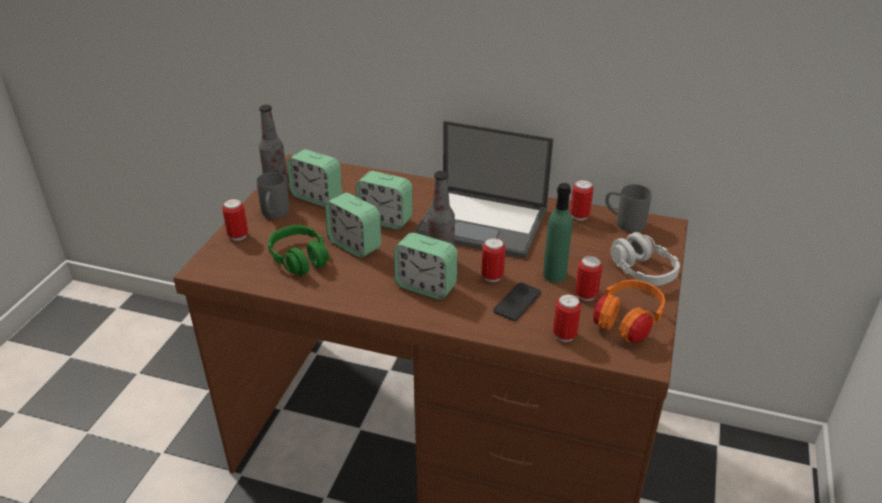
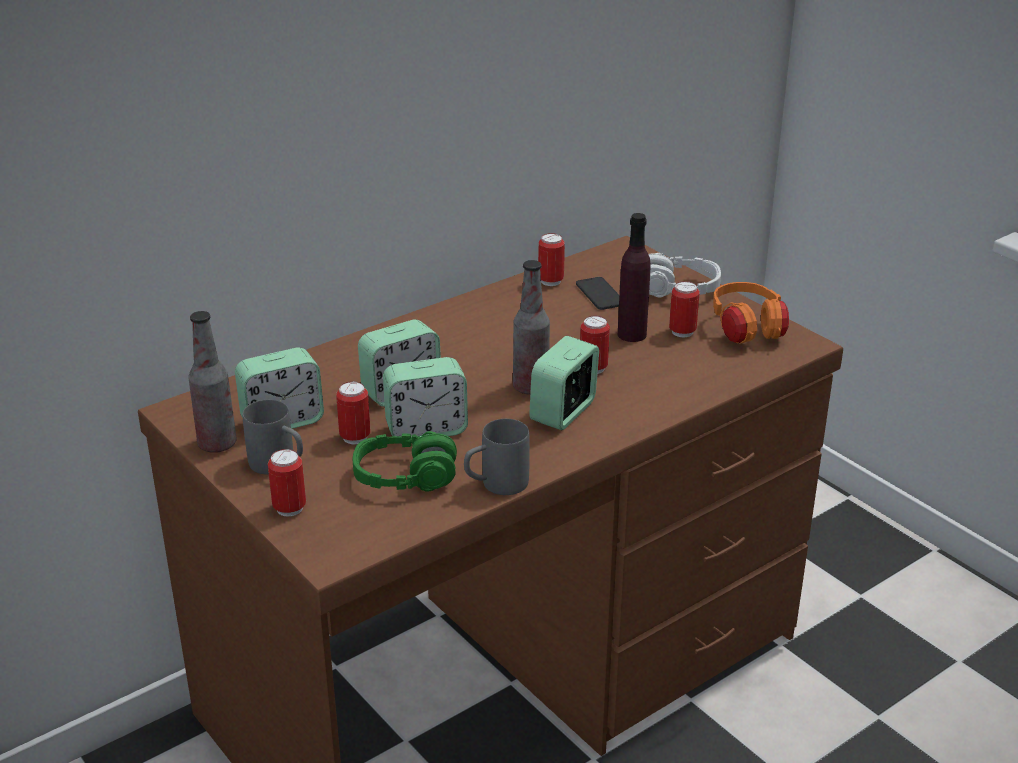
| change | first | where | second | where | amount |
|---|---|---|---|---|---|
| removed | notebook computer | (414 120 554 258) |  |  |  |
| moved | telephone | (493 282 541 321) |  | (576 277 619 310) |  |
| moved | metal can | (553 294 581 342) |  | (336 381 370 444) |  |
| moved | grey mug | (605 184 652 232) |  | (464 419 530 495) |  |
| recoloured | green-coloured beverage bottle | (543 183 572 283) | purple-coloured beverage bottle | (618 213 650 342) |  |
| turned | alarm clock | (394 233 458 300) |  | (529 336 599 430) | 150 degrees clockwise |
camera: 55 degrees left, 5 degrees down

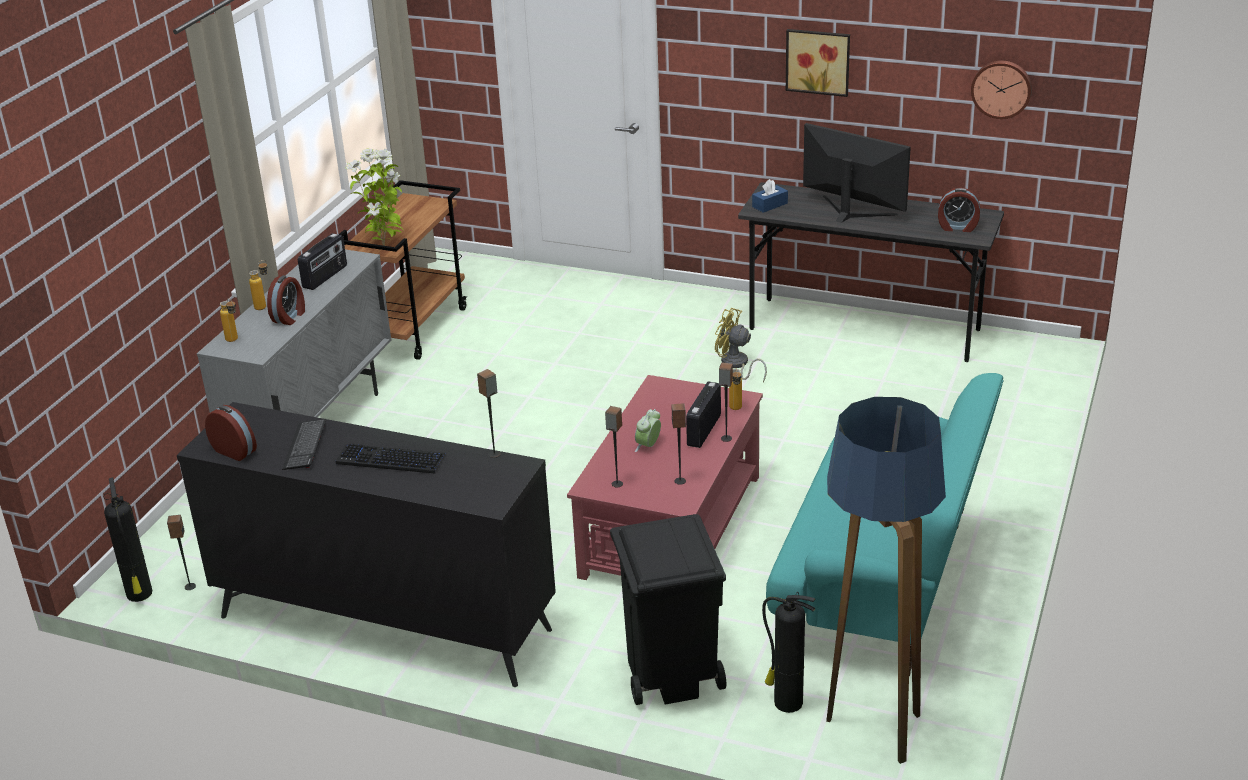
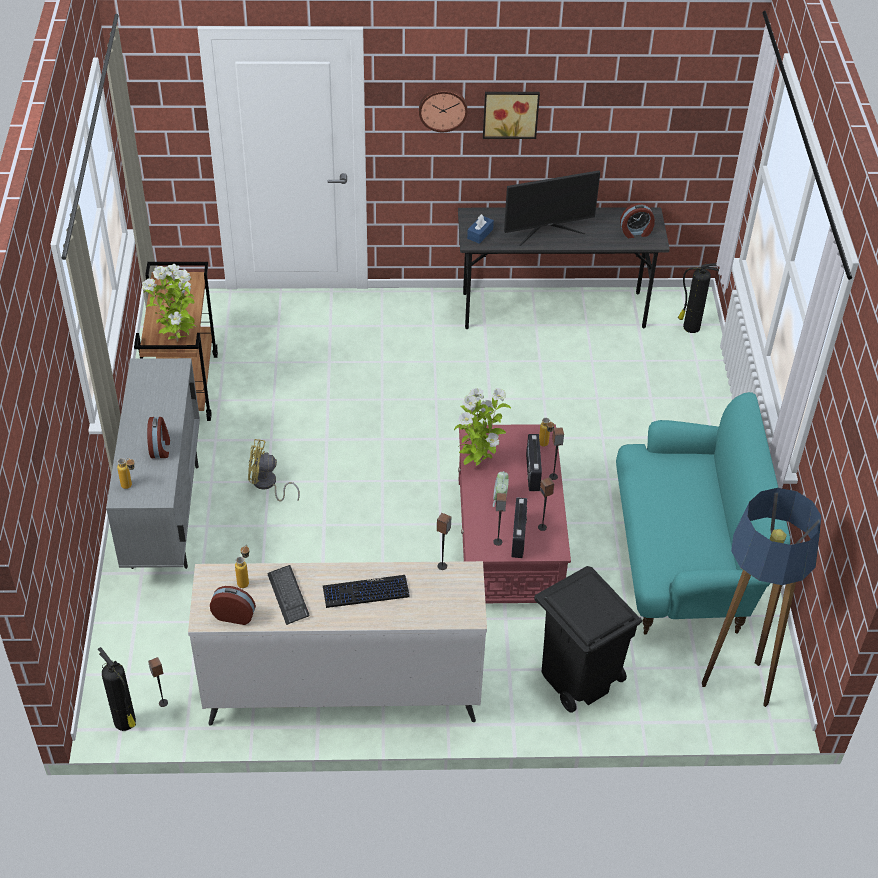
| change | first | where | second | where | amount |
|---|---|---|---|---|---|
| added |  |  | houseplant | (454 388 511 466) |  |
| moved | beverage bottle | (249 260 268 310) |  | (235 545 249 588) |  |
| moved | radio receiver | (298 233 347 290) |  | (511 497 527 558) |  |
| moved | yellowish cooling fan | (715 308 767 383) |  | (248 439 300 502) |  |
| moved | fire-fighting cylinder | (762 592 815 713) |  | (678 263 719 333) |  |
| moved | wall clock | (971 61 1032 119) |  | (419 88 468 132) |  |
| recoloured | blackish dresser | (177 402 556 687) | beige-coloured dresser | (188 561 487 726) |  |
| turned | monitor | (803 123 911 223) |  | (504 170 600 246) | 150 degrees clockwise |
camera: 25 degrees left, 15 degrees up

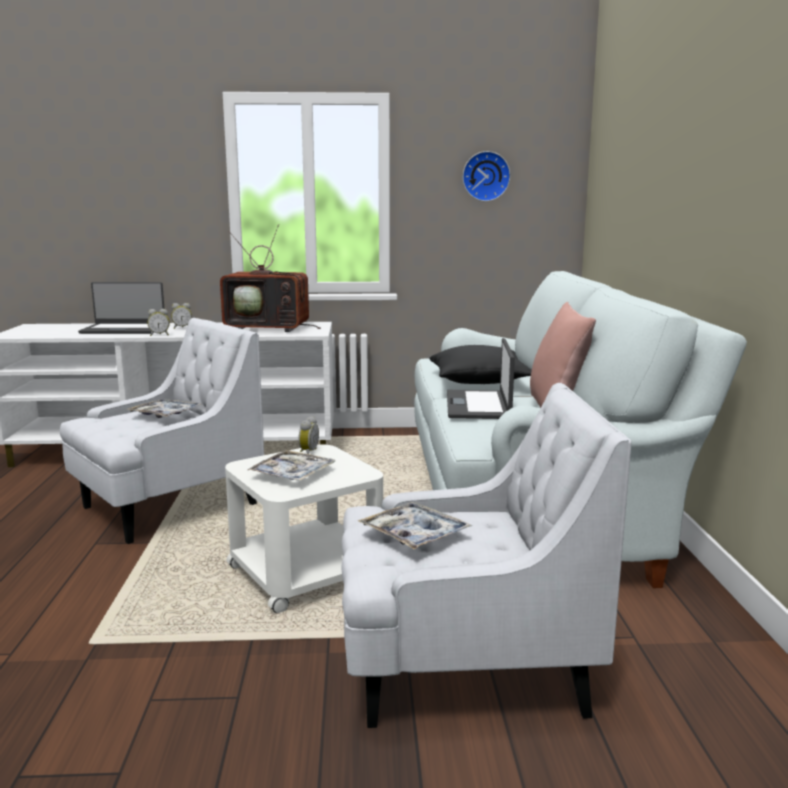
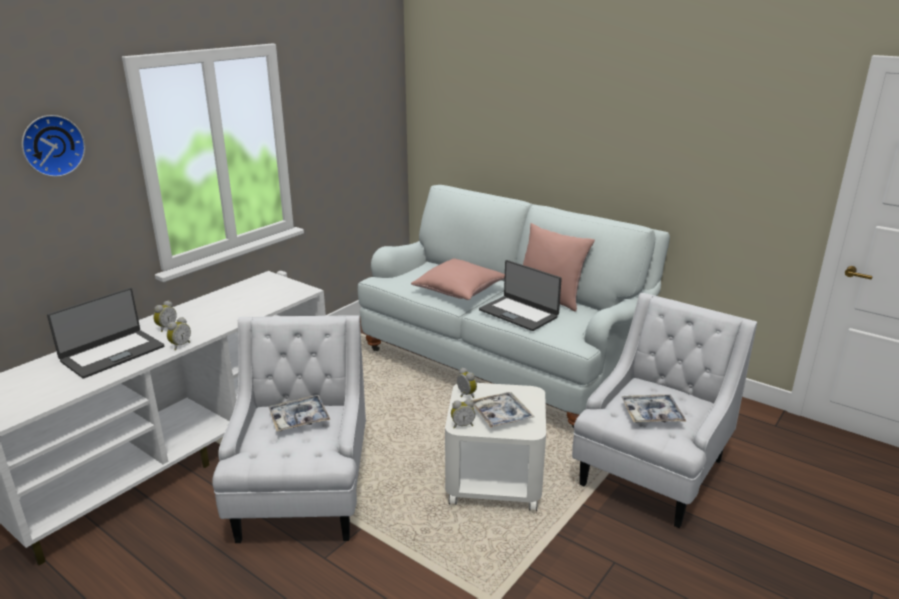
| change | first | where | second | where | amount |
|---|---|---|---|---|---|
| removed | TV | (220 224 321 332) |  |  |  |
| added |  |  | alarm clock | (451 399 475 428) |  |
| moved | wall clock | (462 151 511 202) |  | (22 115 85 177) |  |
| recoloured | blackish pillow | (429 345 532 384) | pinkish pillow | (411 259 505 300) |  |
camera: 50 degrees left, 10 degrees up

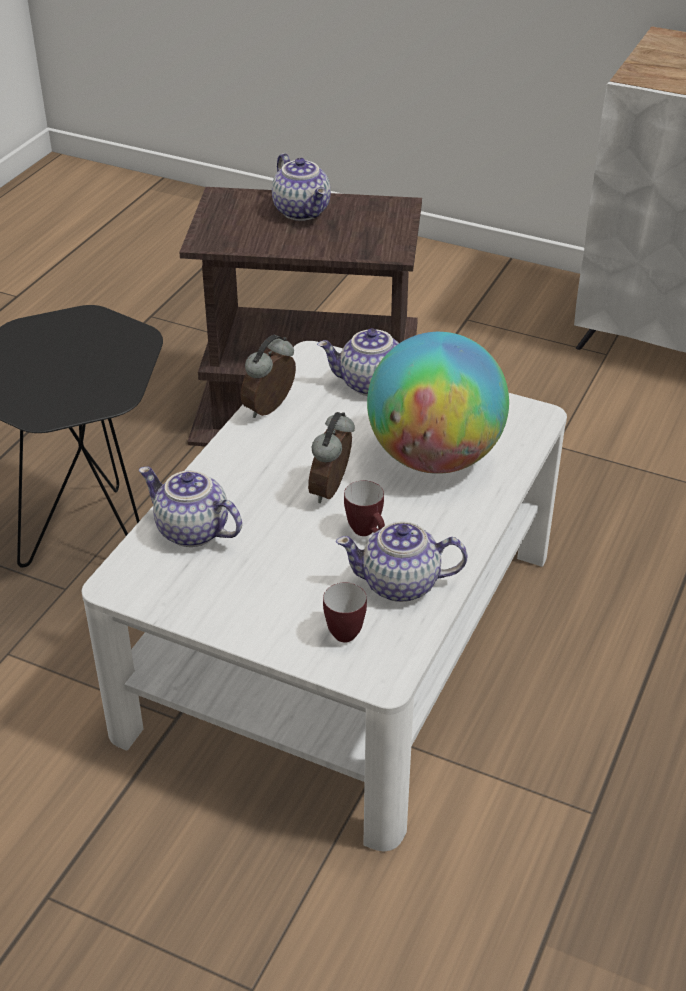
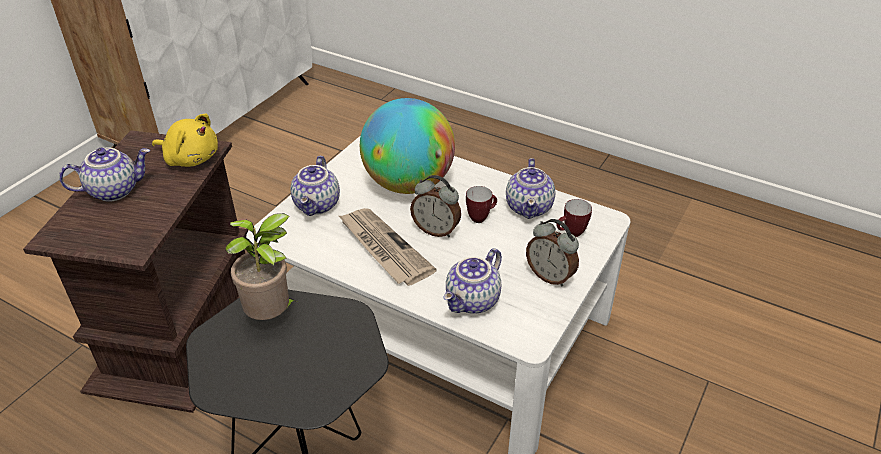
| change | first | where | second | where | amount |
|---|---|---|---|---|---|
| added |  |  | yellowish cuddly toy | (152 113 218 167) |  |
| added |  |  | houseplant | (225 213 299 320) |  |
| added |  |  | daily paper | (338 208 437 286) |  |
| moved | alarm clock | (240 335 296 418) |  | (526 219 579 287) |  |
camera: 85 degrees left, 0 degrees up

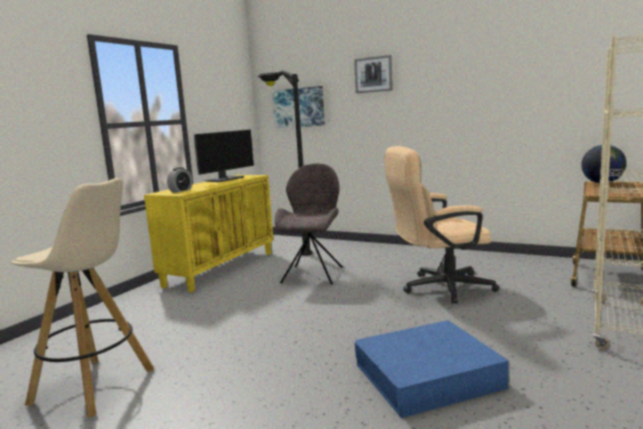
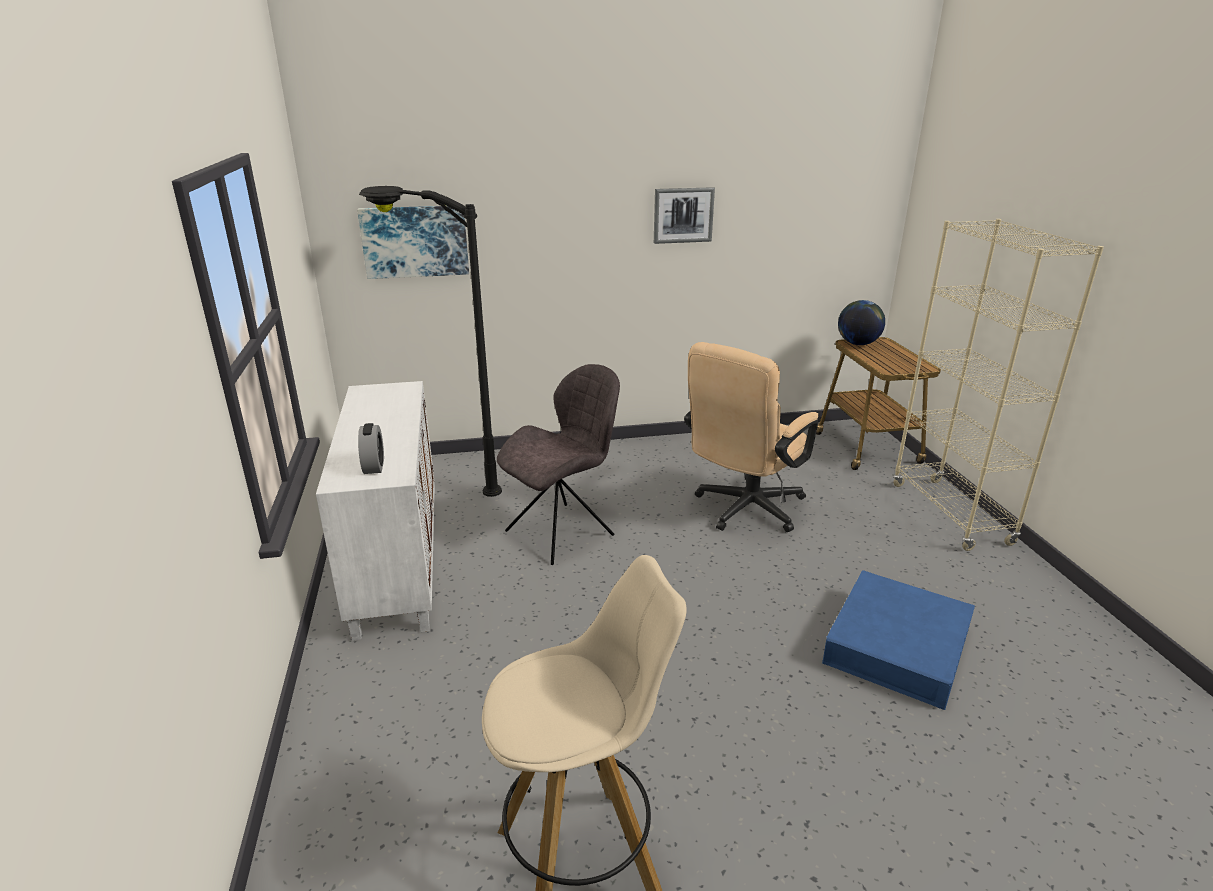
| change | first | where | second | where | amount |
|---|---|---|---|---|---|
| removed | monitor | (194 129 254 182) |  |  |  |
| moved | wall art | (354 55 393 93) |  | (654 187 715 244) |  |
| recoloured | yellowish cupboard | (144 175 273 293) | whitish cupboard | (316 381 435 641) |  |
| turned | grey upright chair | (275 164 343 285) |  | (497 364 620 565) | 75 degrees clockwise |
camera: 40 degrees left, 15 degrees up

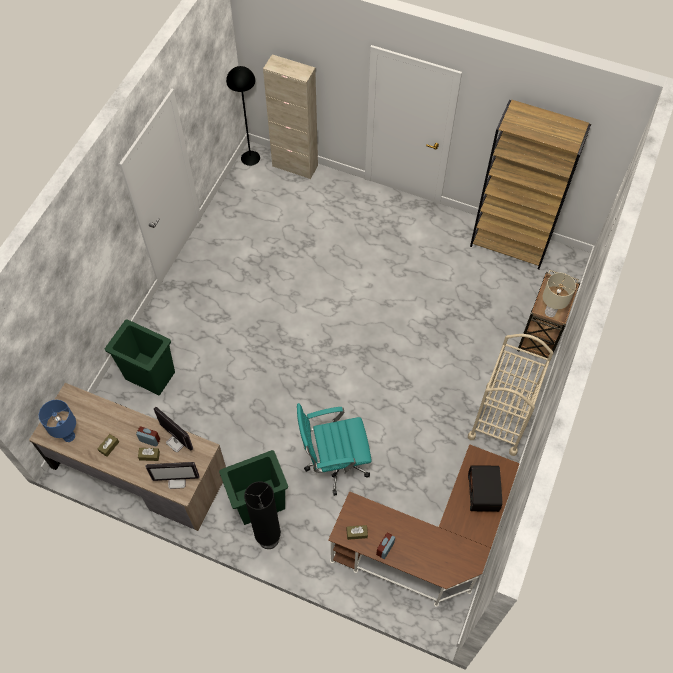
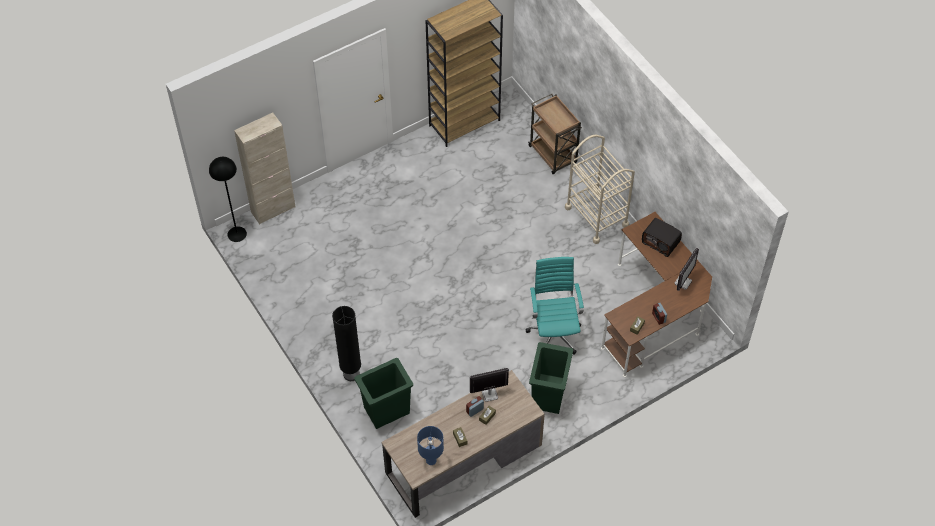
| change | first | where | second | where | amount |
|---|---|---|---|---|---|
| removed | beige-coloured lamp for a table | (543 273 576 317) |  |  |  |
| moved | monitor | (146 462 199 489) |  | (675 248 699 291) |  |
| moved | blackish floor lamp | (244 481 281 549) |  | (332 306 361 381) |  |
| turned | turquoise-coloured office chair | (297 403 372 496) |  | (525 257 584 354) | 150 degrees clockwise |
camera: 55 degrees left, 5 degrees down

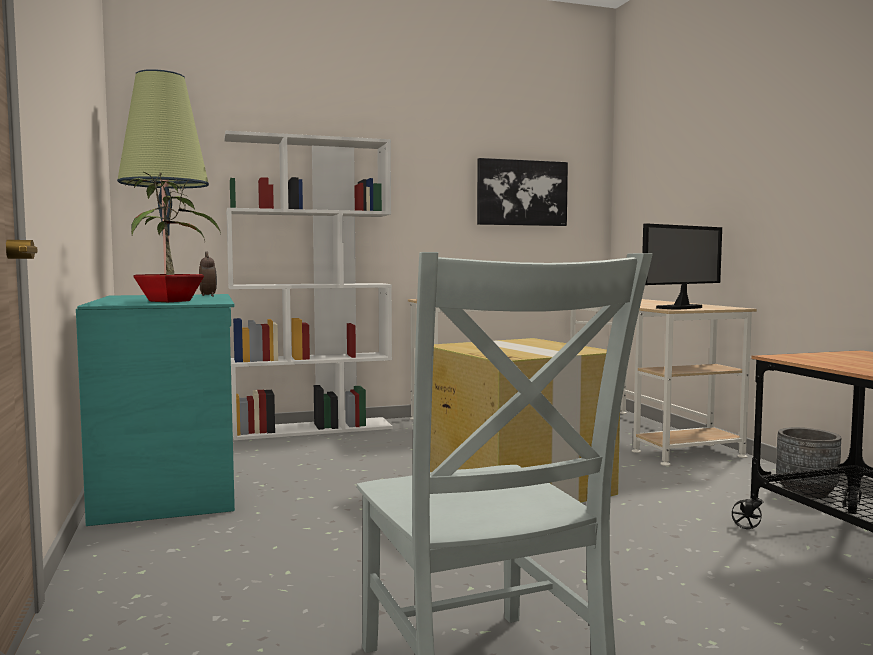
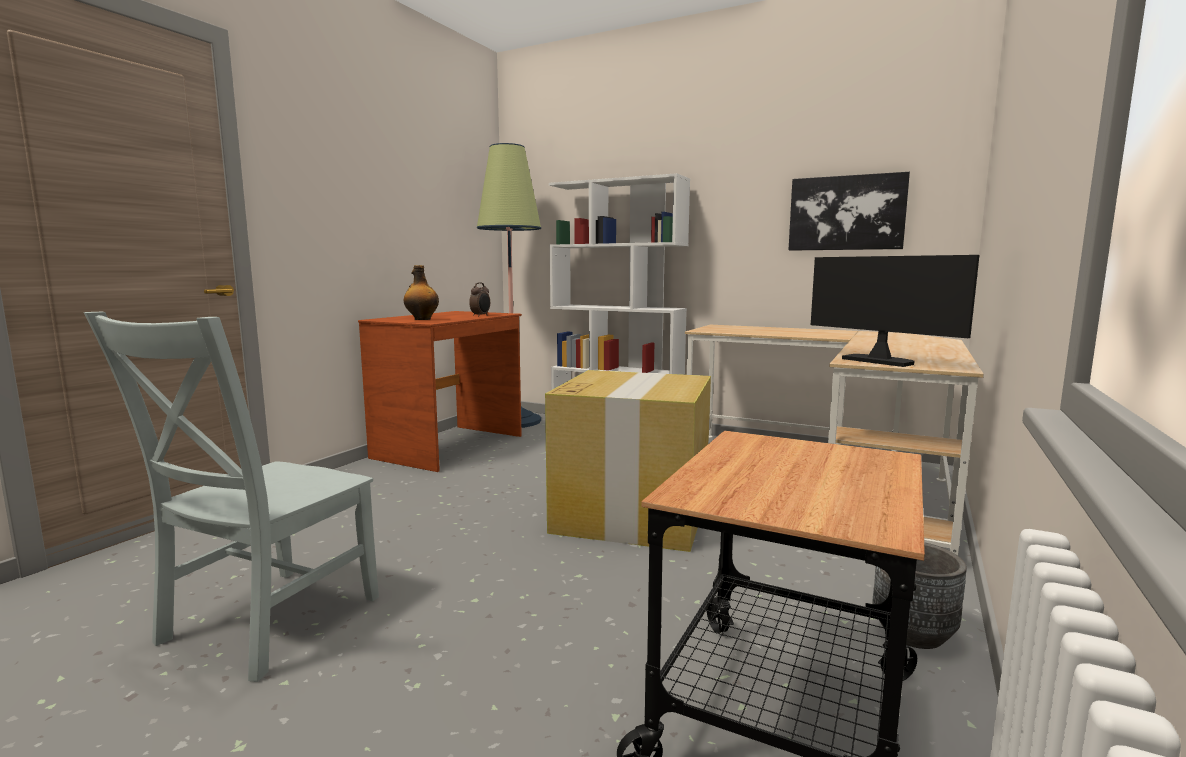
| change | first | where | second | where | amount |
|---|---|---|---|---|---|
| replaced | houseplant | (125 171 221 302) | beverage bottle | (404 265 439 320) |  |
| recoloured | turquoise-coloured desk | (76 294 235 526) | brownish desk | (358 311 522 472) |  |
| turned | monitor | (642 223 722 309) |  | (811 255 979 367) | 135 degrees counterclockwise |
camera: 45 degrees right, 5 degrees up

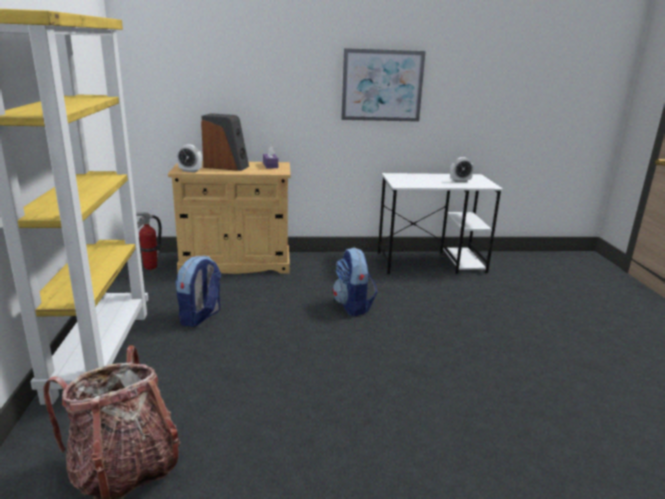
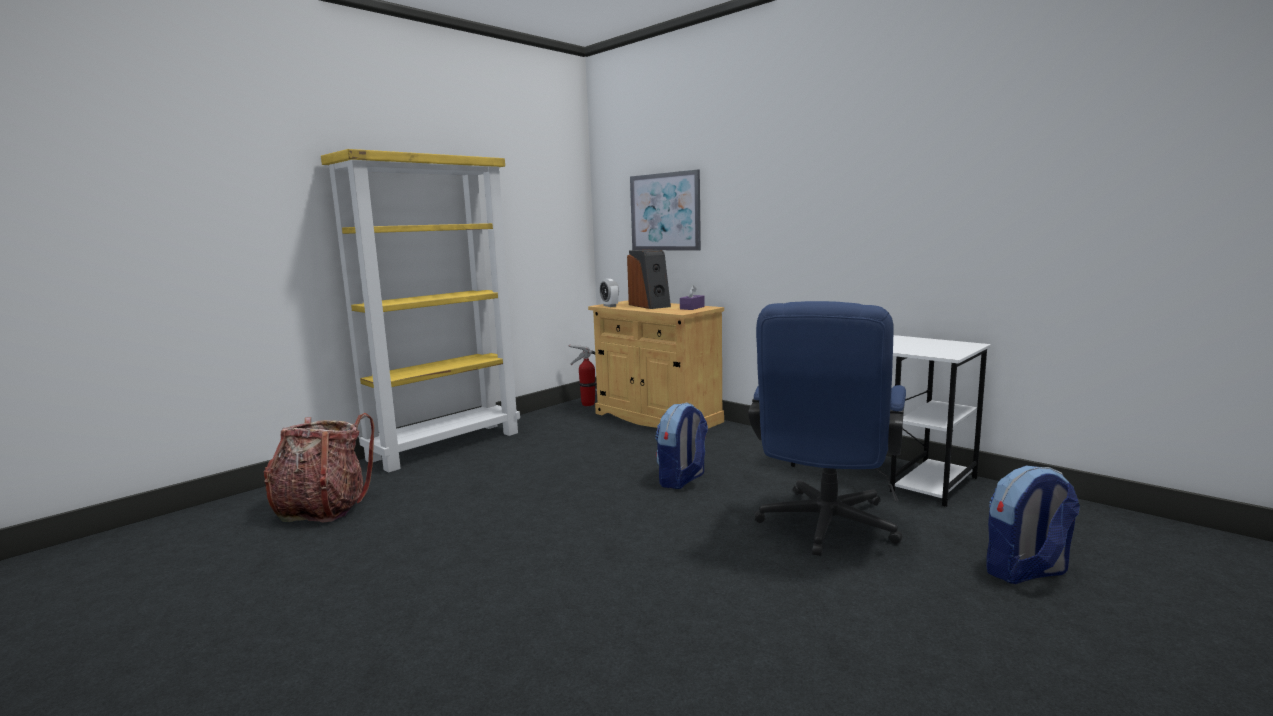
| change | first | where | second | where | amount |
|---|---|---|---|---|---|
| removed | alarm clock | (450 157 474 182) |  |  |  |
| added |  |  | blue-coloured office chair | (748 301 906 556) |  |
| moved | rucksack | (175 255 221 327) |  | (987 466 1080 584) |  |
| moved | wall art | (341 48 426 122) |  | (630 170 701 251) |  |
camera: 50 degrees right, 10 degrees down

